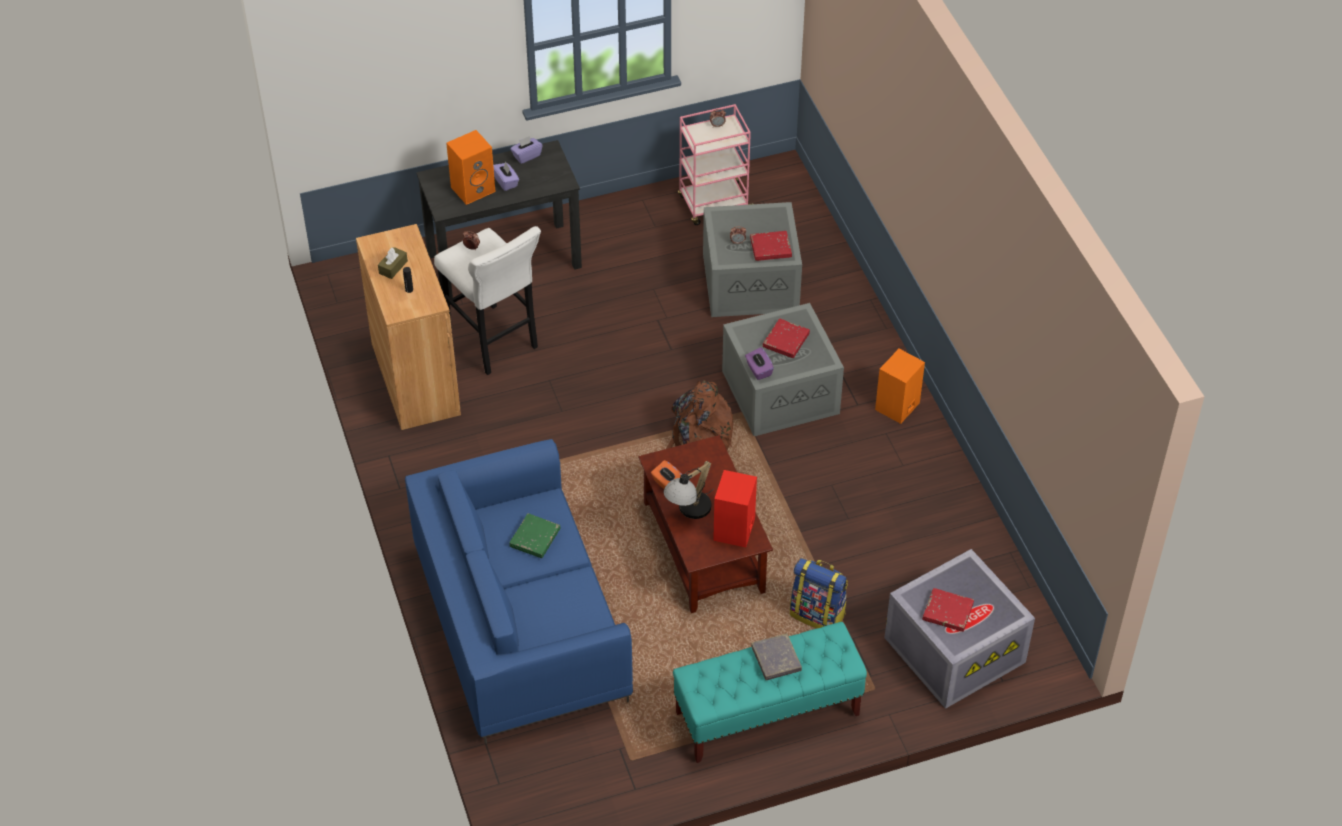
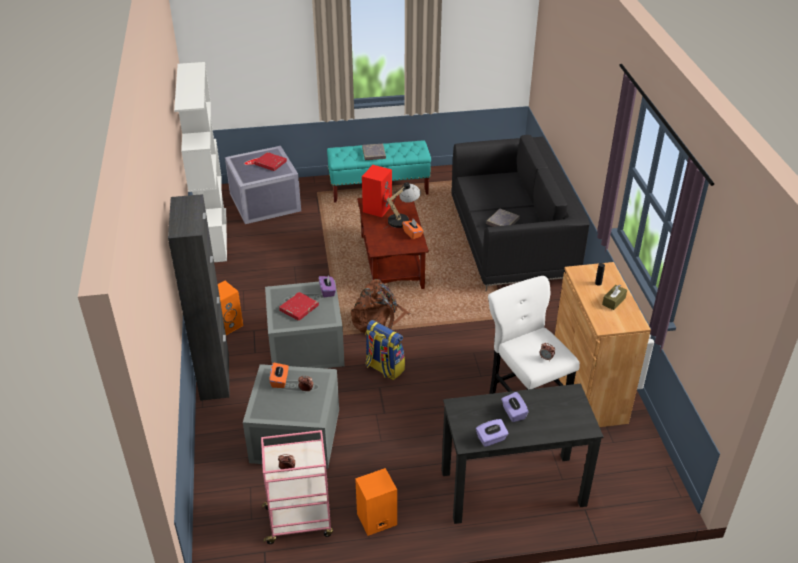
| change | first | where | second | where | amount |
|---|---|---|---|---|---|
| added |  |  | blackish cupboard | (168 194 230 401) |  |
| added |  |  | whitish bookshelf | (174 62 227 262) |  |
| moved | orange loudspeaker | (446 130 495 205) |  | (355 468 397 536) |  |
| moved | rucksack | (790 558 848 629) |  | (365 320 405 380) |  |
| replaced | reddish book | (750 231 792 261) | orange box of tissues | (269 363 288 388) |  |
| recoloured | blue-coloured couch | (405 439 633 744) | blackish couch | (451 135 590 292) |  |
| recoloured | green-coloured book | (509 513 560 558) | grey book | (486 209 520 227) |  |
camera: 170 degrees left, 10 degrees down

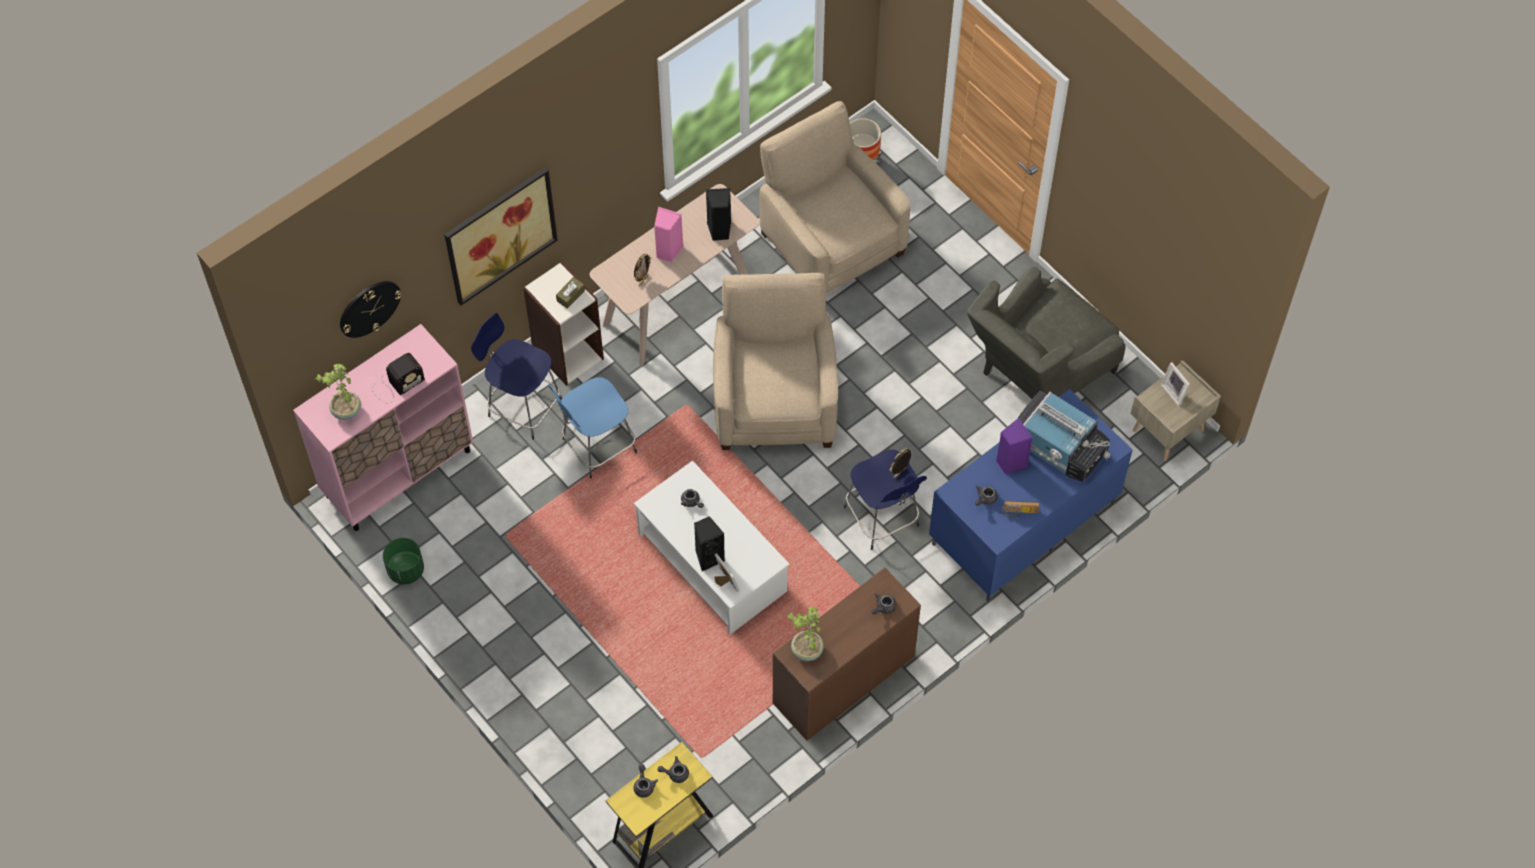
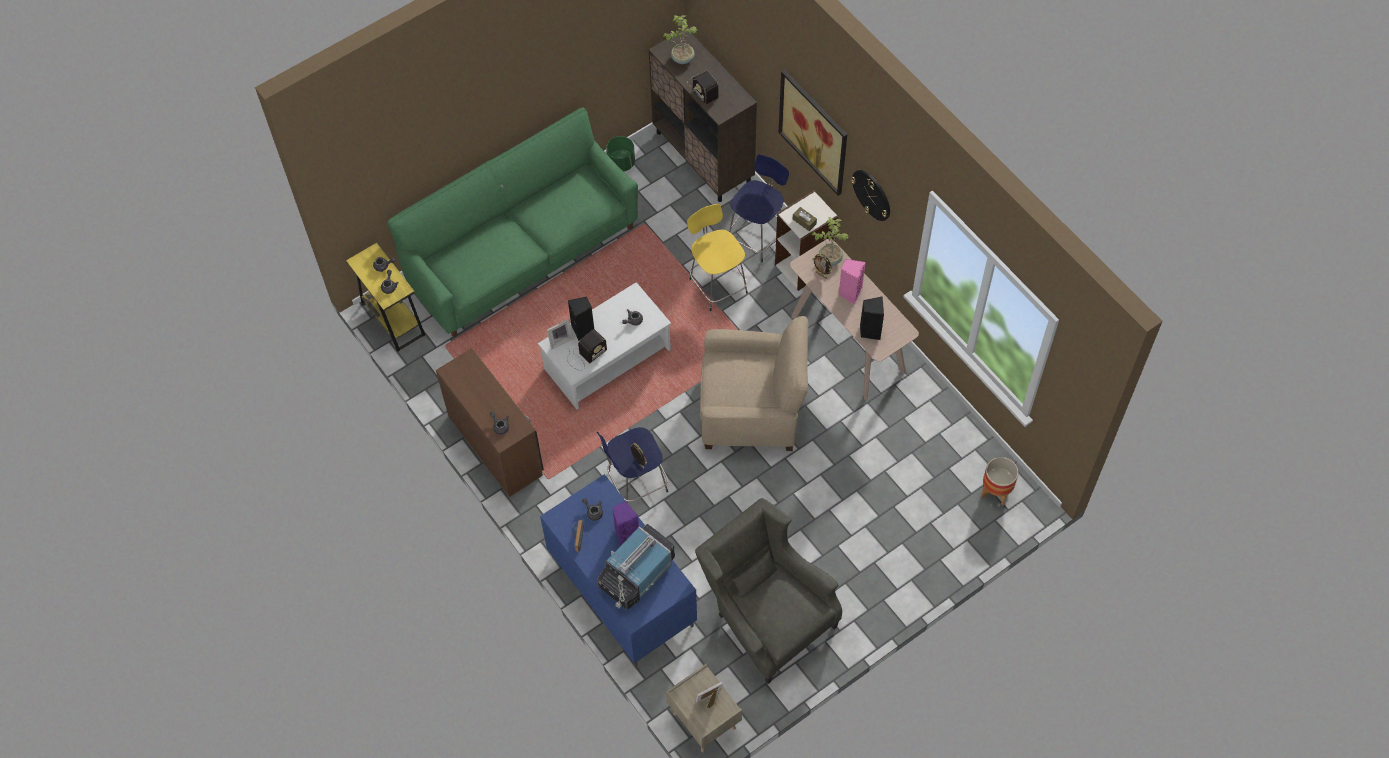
| change | first | where | second | where | amount |
|---|---|---|---|---|---|
| removed | beige-coloured easy chair | (760 101 910 294) |  |  |  |
| added |  |  | green-coloured couch | (387 107 638 337) |  |
| added |  |  | radio receiver | (567 330 607 371) |  |
| moved | wall clock | (340 281 402 338) |  | (851 170 890 221) |  |
| moved | houseplant | (786 607 824 661) |  | (812 217 849 266) |  |
| recoloured | pinkish cupboard | (293 324 473 531) | brownish cupboard | (649 28 757 202) |  |
| recoloured | blue-coloured sitting stool | (549 377 637 478) | yellowish sitting stool | (687 204 748 311) |  |
camera: 95 degrees right, 0 degrees up

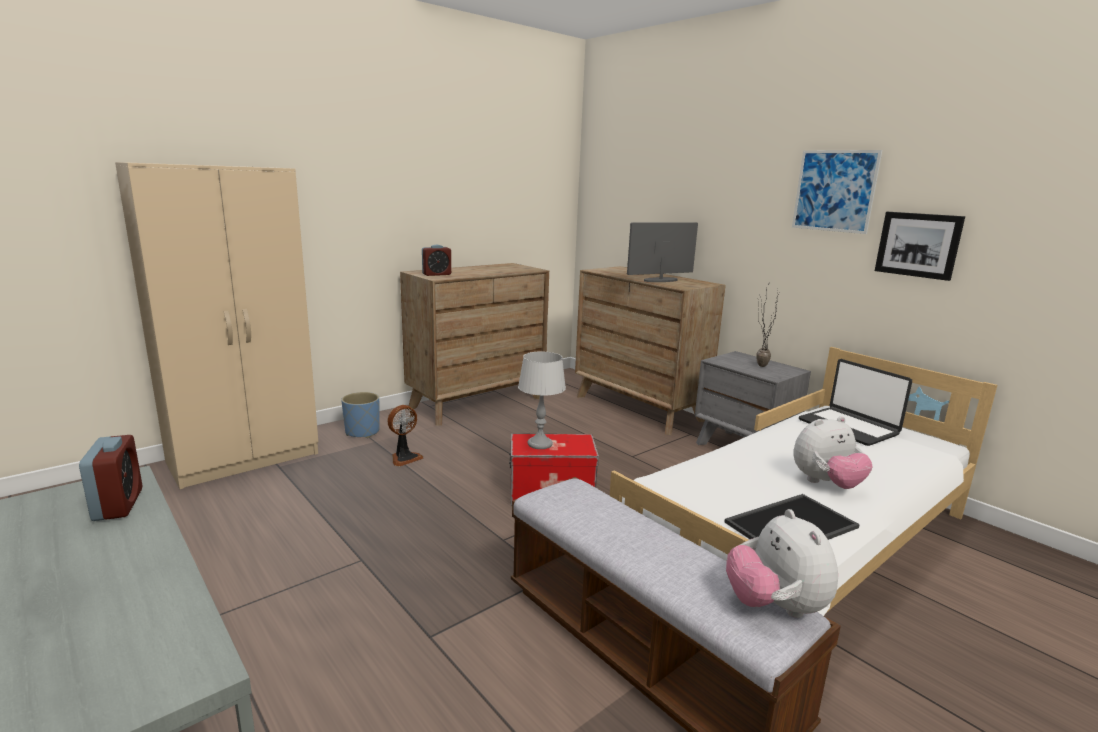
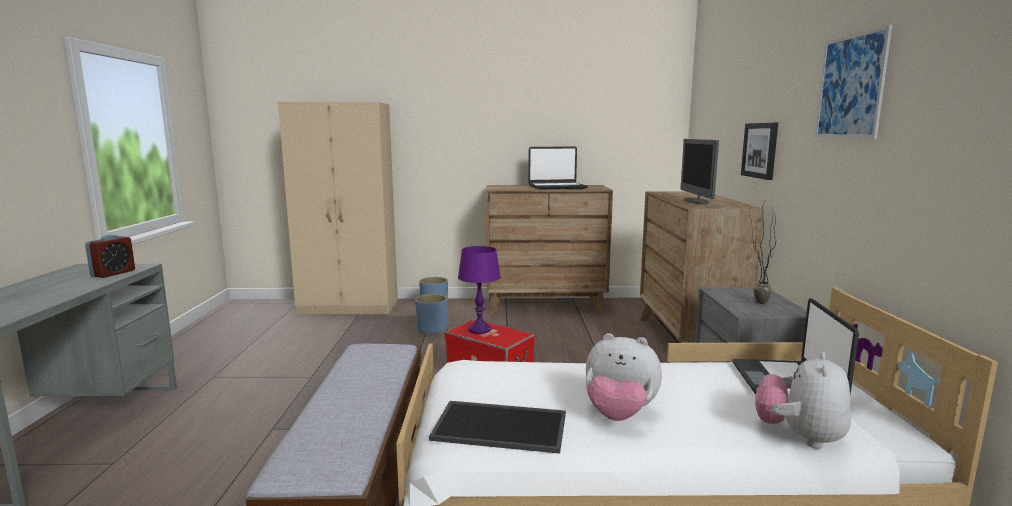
| change | first | where | second | where | amount |
|---|---|---|---|---|---|
| removed | alarm clock | (422 245 451 276) |  |  |  |
| added |  |  | notebook computer | (528 147 588 190) |  |
| moved | cuddly toy | (726 509 838 618) |  | (755 352 851 448) |  |
| moved | wall art | (875 212 965 281) |  | (741 123 778 180) |  |
| replaced | cooling fan | (387 405 423 466) | blue-coloured plant pot | (415 294 448 334) |  |
| recoloured | grey lamp for a table | (518 351 566 449) | purple-coloured lamp for a table | (458 246 501 334) |  |
| turned | monitor | (627 222 698 282) |  | (680 139 719 204) | 105 degrees counterclockwise |
camera: 40 degrees right, 5 degrees down

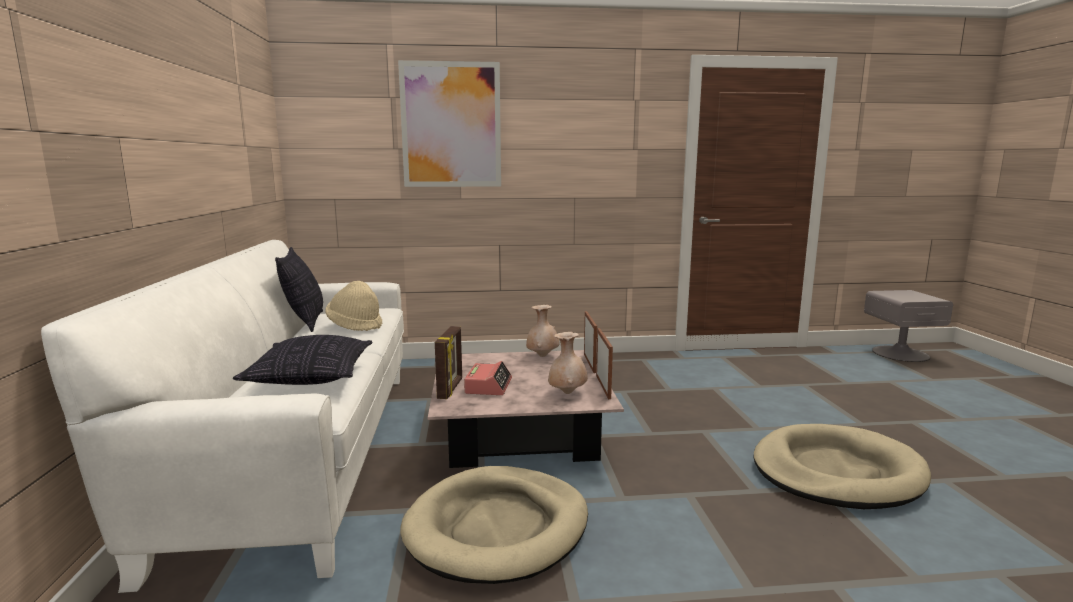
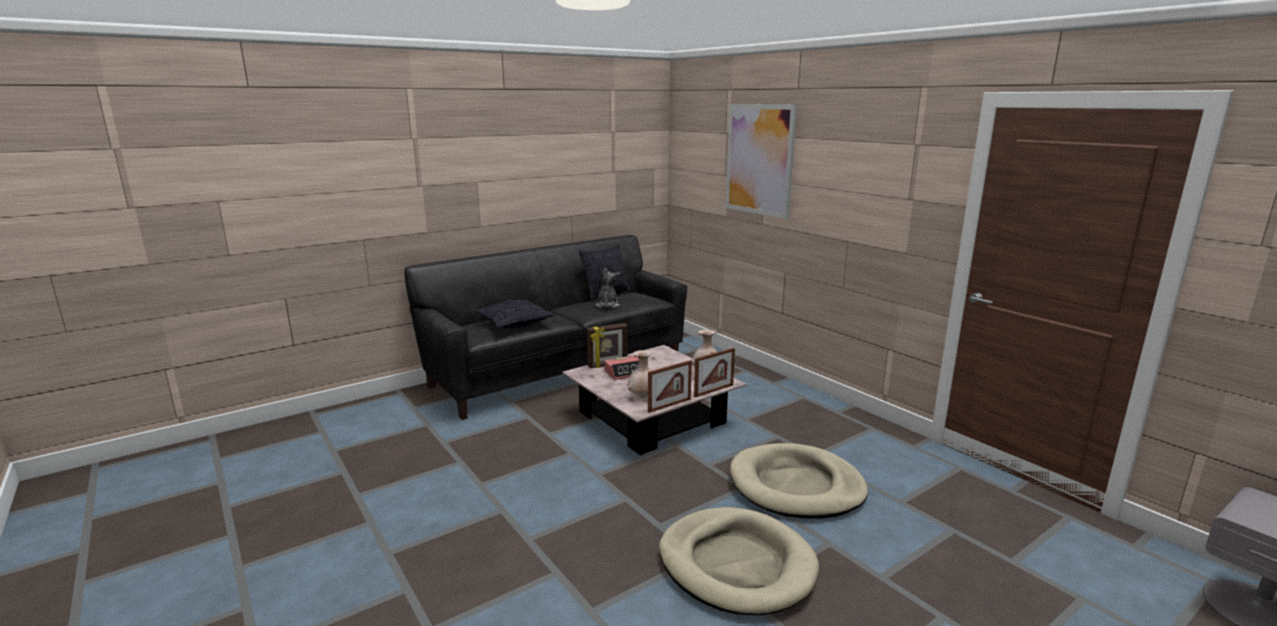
| change | first | where | second | where | amount |
|---|---|---|---|---|---|
| moved | beige-coloured dog cushion | (400 466 588 584) |  | (730 443 868 519) |  |
| replaced | beige-coloured clothing hat | (325 281 382 331) | cuddly toy | (596 267 620 308) |  |
| recoloured | whitish couch | (41 240 404 593) | blackish couch | (404 235 687 420) |  |
camera: 60 degrees right, 5 degrees up

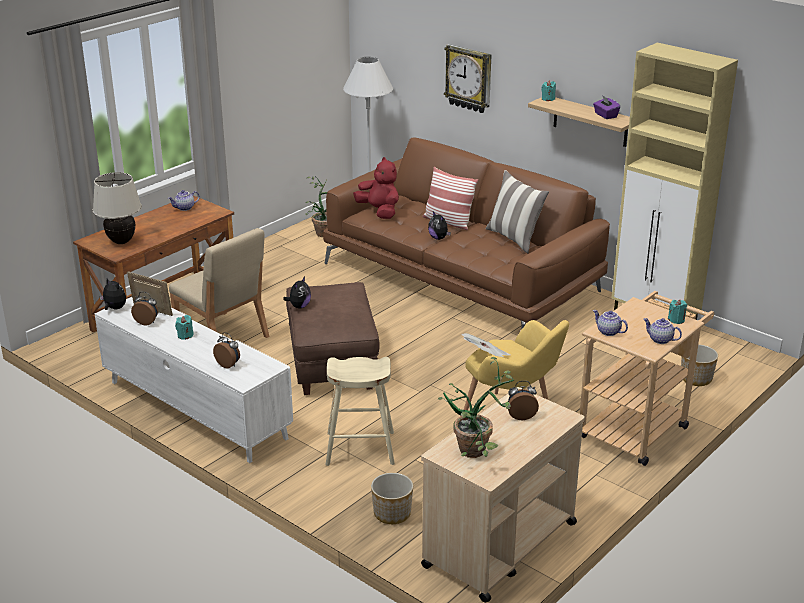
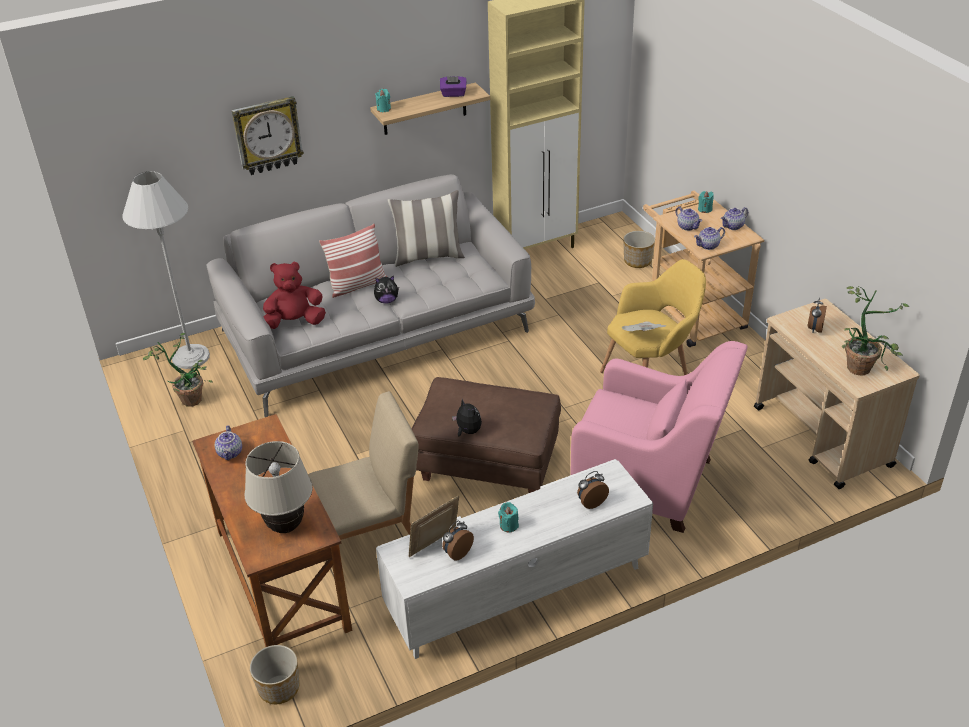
| change | first | where | second | where | amount |
|---|---|---|---|---|---|
| removed | cuddly toy | (100 278 126 310) |  |  |  |
| added |  |  | tea pot | (676 207 702 231) |  |
| moved | plant pot | (371 473 413 524) |  | (250 645 300 704) |  |
| replaced | beige-coloured sitting stool | (326 357 395 466) | pinkish easy chair | (570 341 747 533) |  |
| recoloured | brownish couch | (323 138 610 330) | grey couch | (206 174 535 417) |  |
camera: 65 degrees left, 10 degrees up

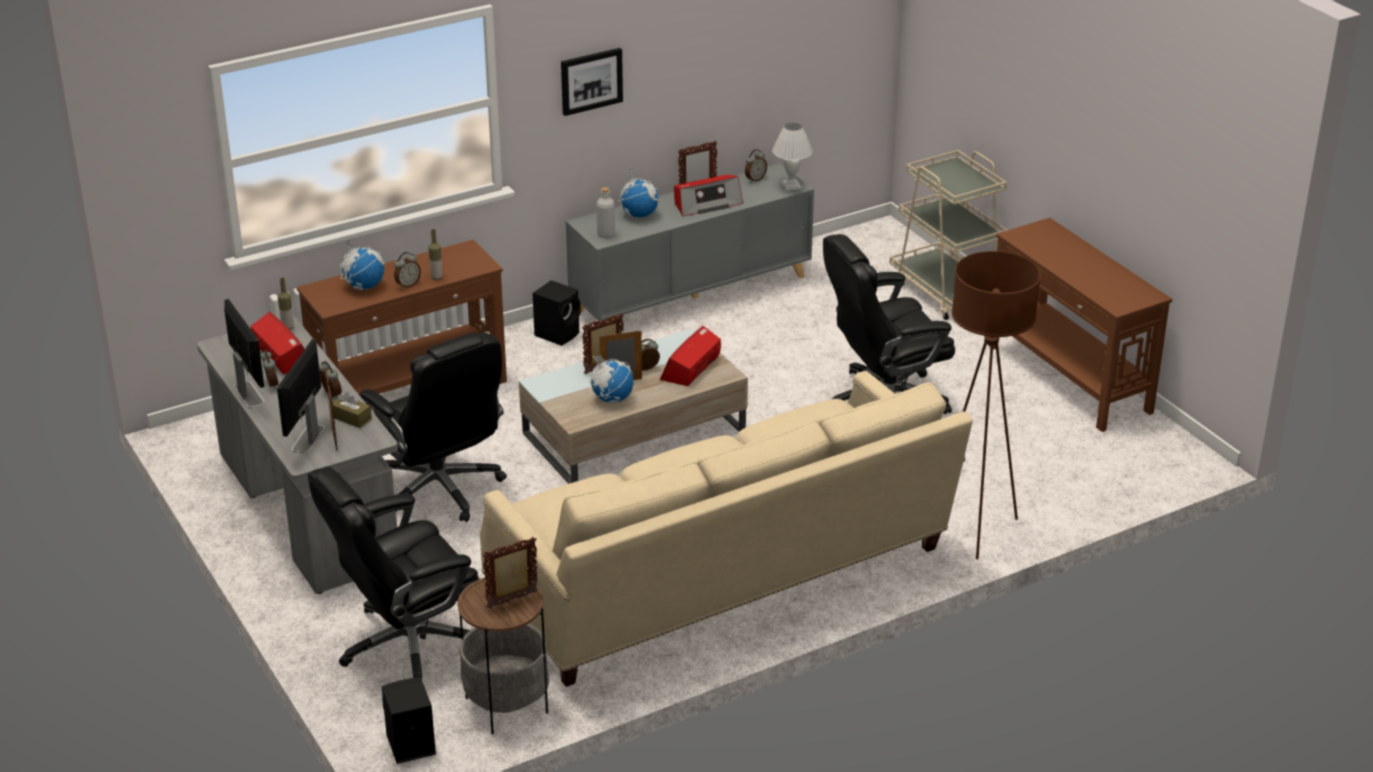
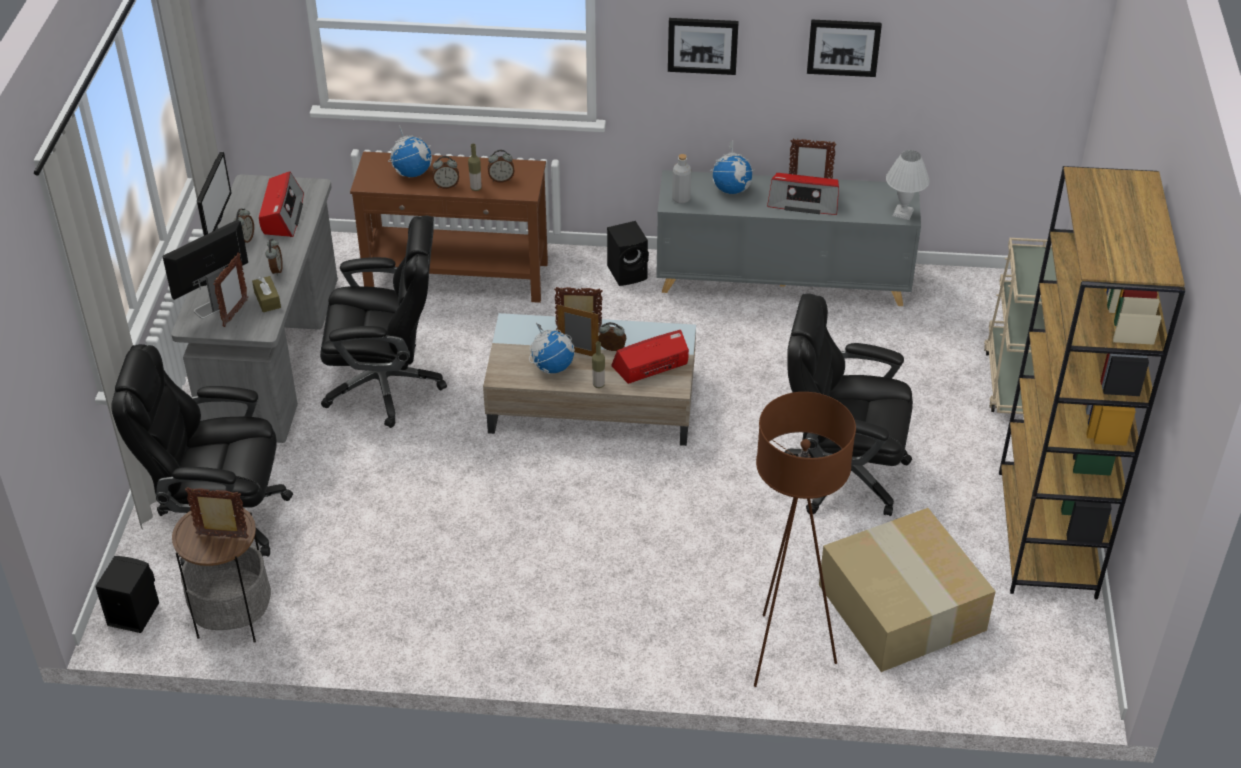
| change | first | where | second | where | amount |
|---|---|---|---|---|---|
| removed | beige-coloured couch | (480 371 973 687) |  |  |  |
| added |  |  | wall art | (807 19 882 77) |  |
| added |  |  | cardboard box | (819 508 996 672) |  |
| moved | beverage bottle | (278 278 294 330) |  | (592 341 605 388) |  |
| moved | alarm clock | (745 149 767 182) |  | (488 150 515 183) |  |
| replaced | brownish console table | (988 218 1172 432) | brownish bookshelf | (999 166 1185 600) |  |
| turned | blackish office chair | (359 332 507 522) |  | (320 216 447 428) | 90 degrees counterclockwise |
camera: 35 degrees right, 10 degrees up

